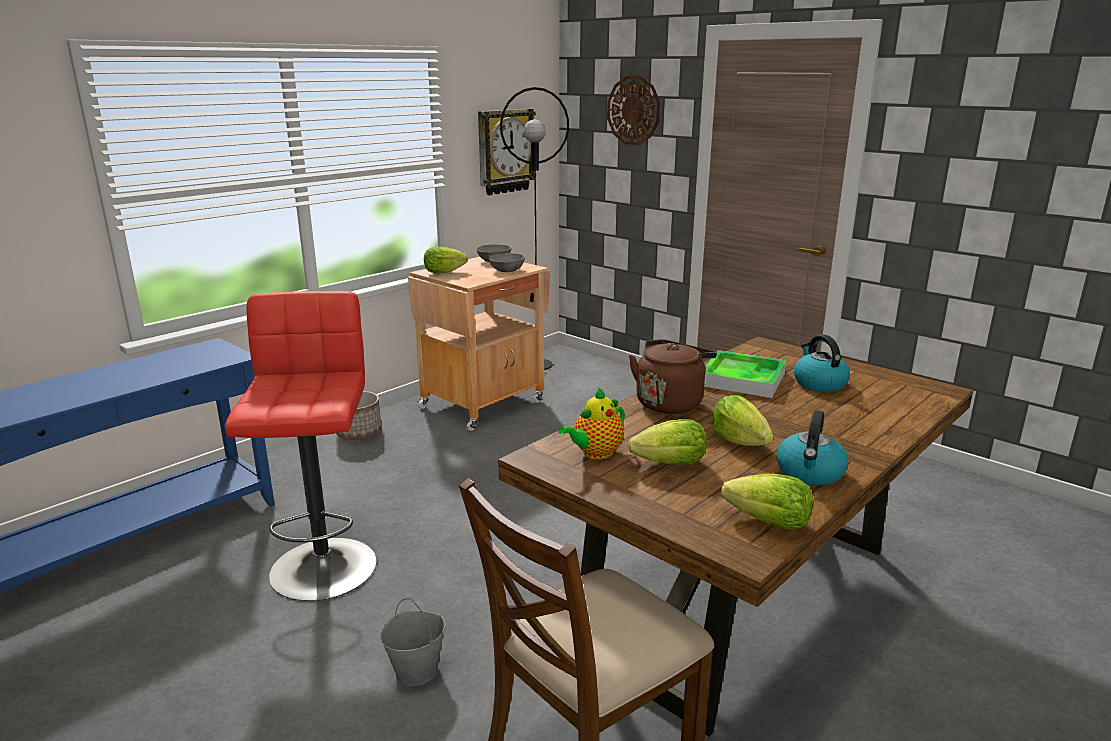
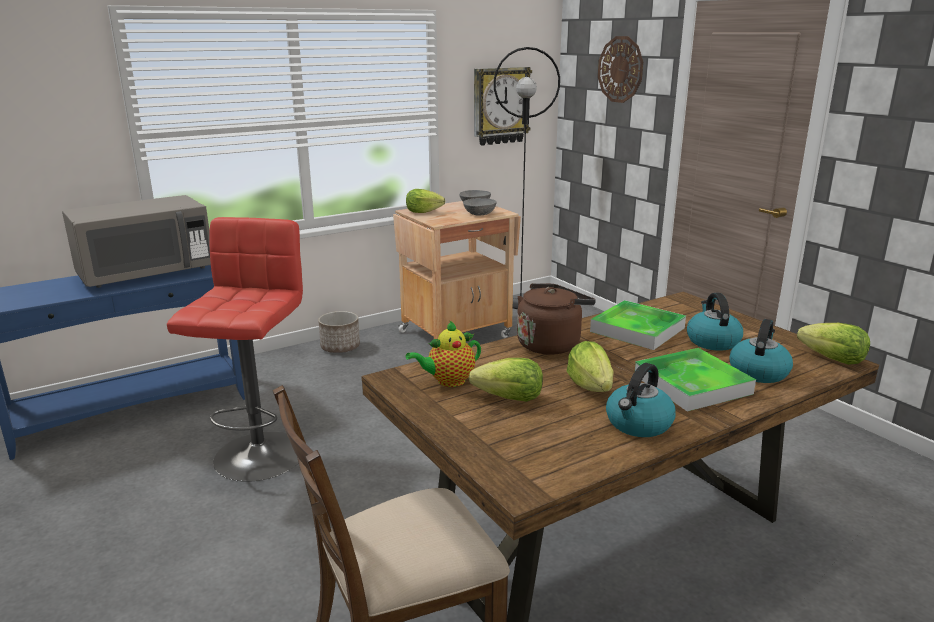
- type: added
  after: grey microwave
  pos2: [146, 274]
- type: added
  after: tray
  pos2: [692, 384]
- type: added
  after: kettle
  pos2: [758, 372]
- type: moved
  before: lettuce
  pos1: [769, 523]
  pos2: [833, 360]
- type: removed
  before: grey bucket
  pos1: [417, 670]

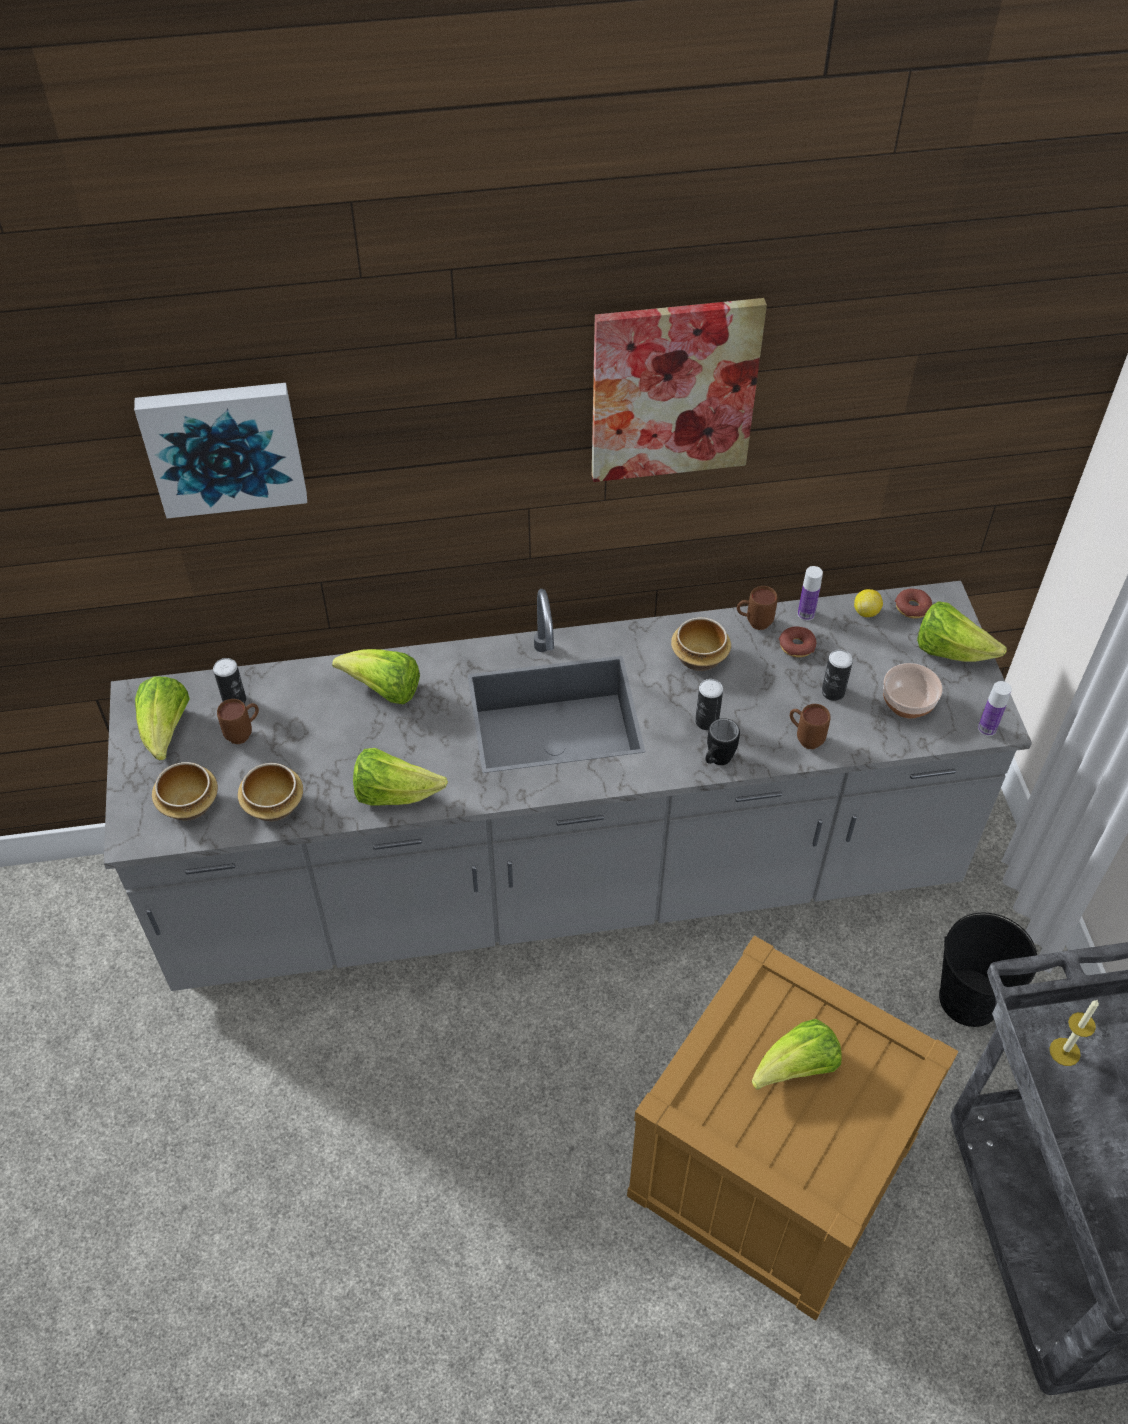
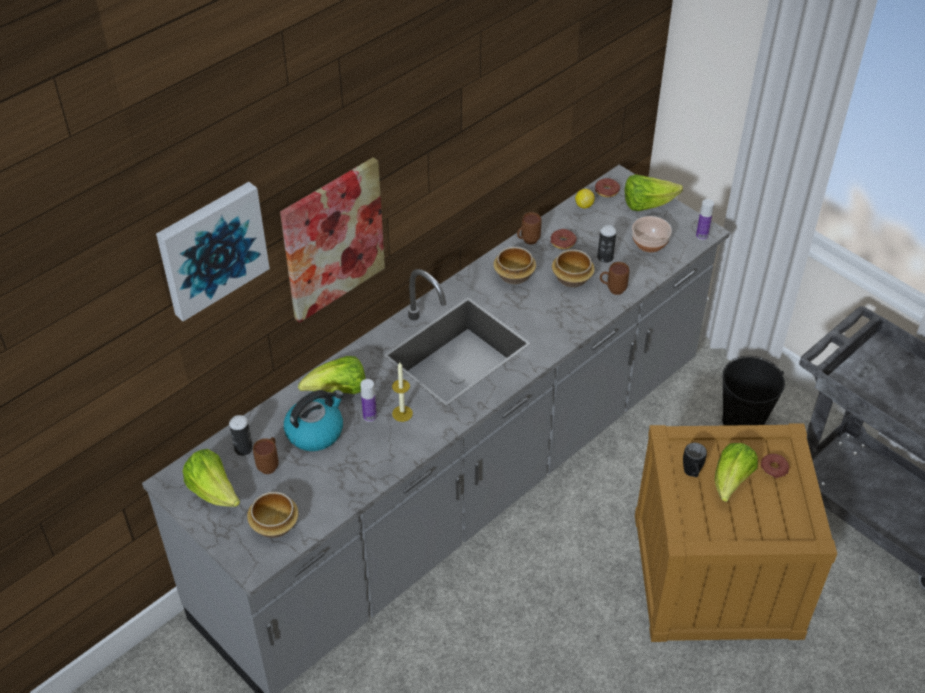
- type: moved
  before: picture
  pos1: [673, 390]
  pos2: [333, 239]
- type: added
  after: kettle
  pos2: [315, 432]
- type: moved
  before: bottle
  pos1: [806, 614]
  pos2: [369, 416]
- type: moved
  before: candle
  pos1: [1064, 1052]
  pos2: [402, 413]
- type: moved
  before: bowl
  pos1: [274, 804]
  pos2: [571, 278]
- type: moved
  before: black mug
  pos1: [716, 762]
  pos2: [692, 474]
- type: added
  after: donut
  pos2: [773, 468]
- type: removed
  before: lettuce
  pos1: [394, 794]
- type: removed
  before: can
  pos1: [706, 721]

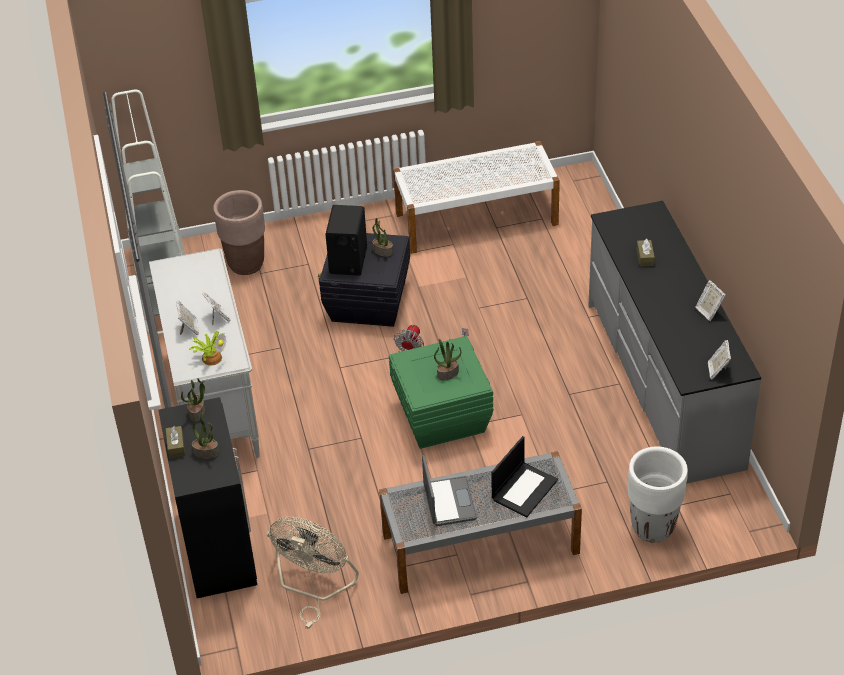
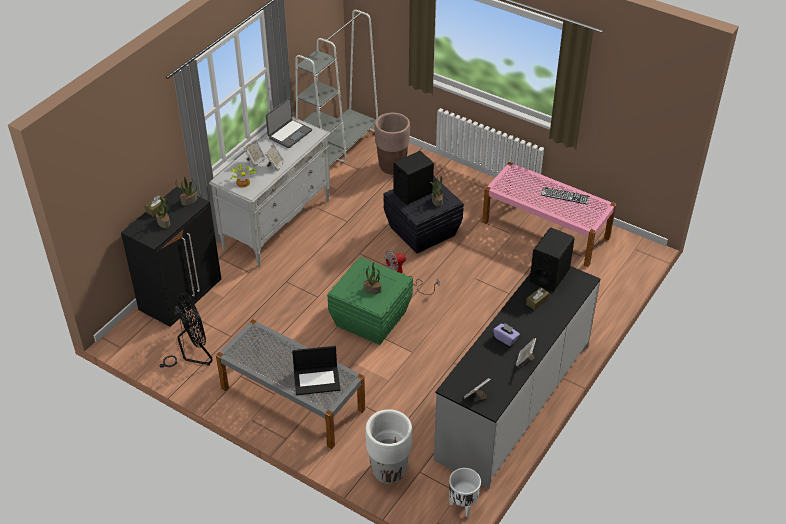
- type: recoloured
  before: beige fan
  after: black fan
  pos1: [311, 586]
  pos2: [190, 348]
- type: moved
  before: laptop
  pos1: [448, 502]
  pos2: [289, 134]
- type: added
  after: white planter
  pos2: [462, 505]
- type: recoloured
  before: white bench
  after: pink bench
  pos1: [476, 218]
  pos2: [546, 229]
- type: added
  after: purple tissue box
  pos2: [506, 338]
- type: added
  after: black speaker
  pos2: [549, 275]
- type: added
  after: keyboard
  pos2: [565, 196]

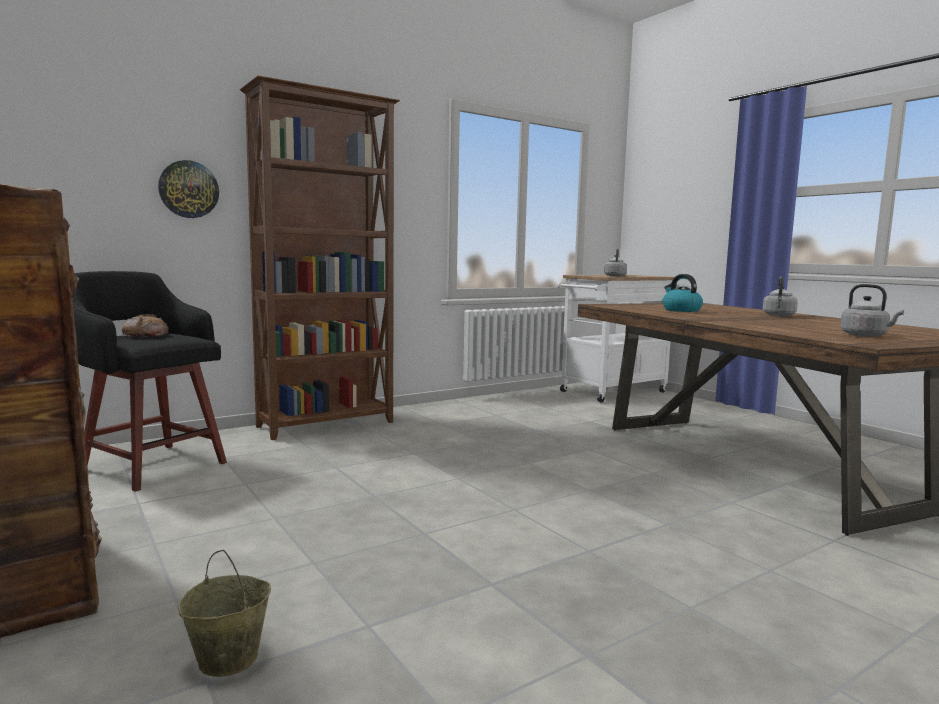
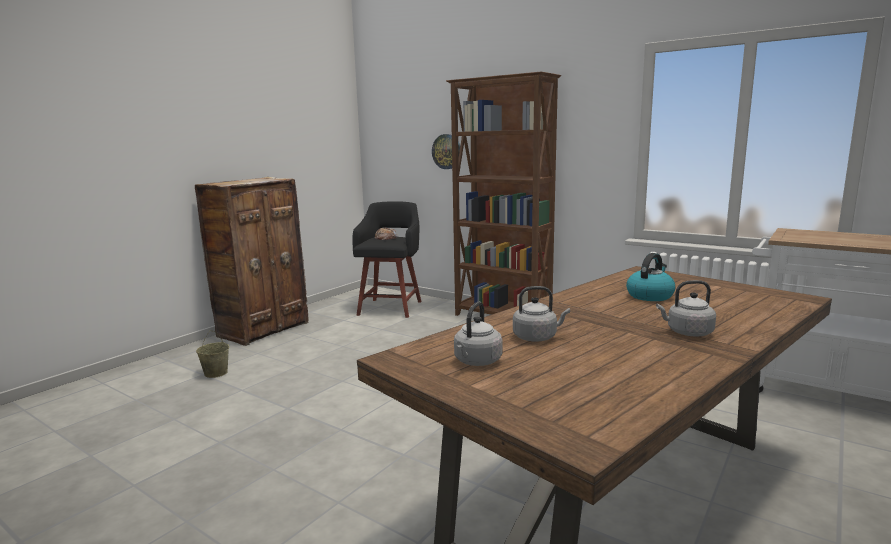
- type: moved
  before: grey kettle
  pos1: [615, 276]
  pos2: [537, 337]

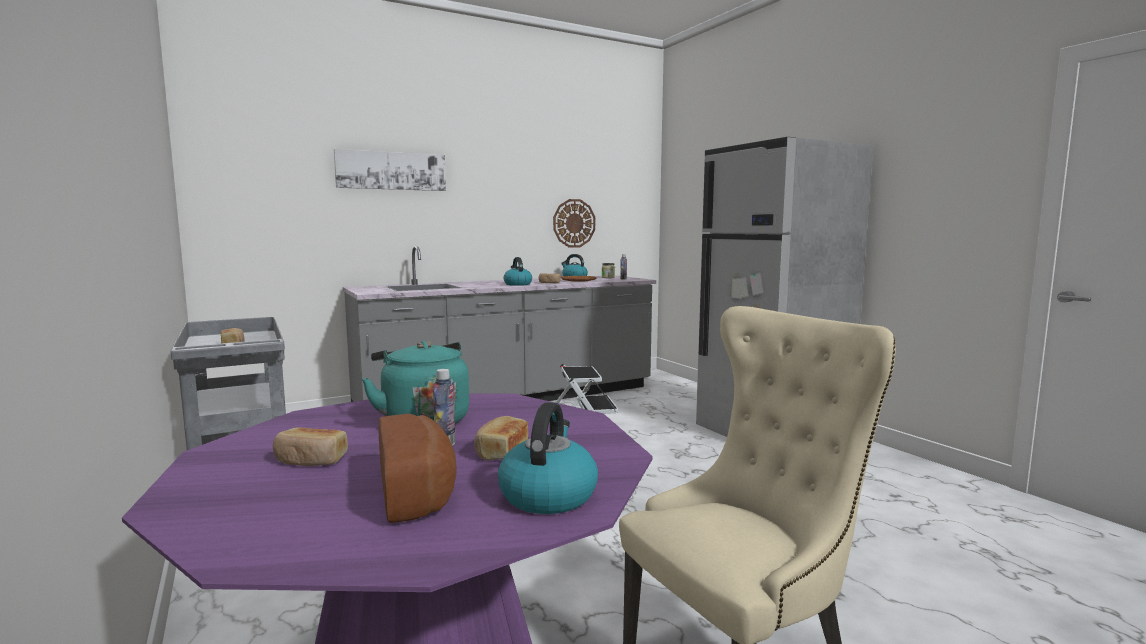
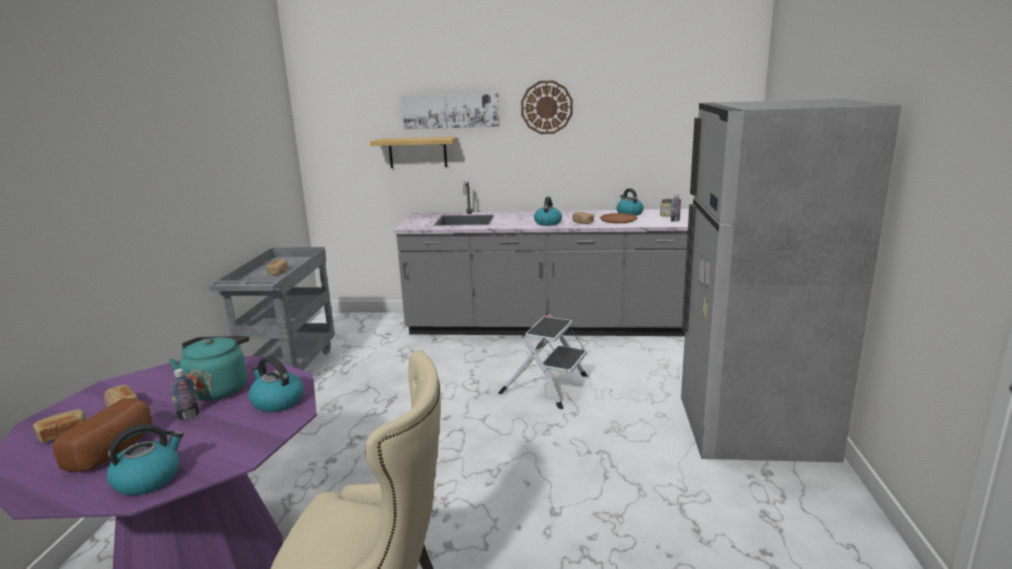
- type: moved
  before: bread
  pos1: [500, 451]
  pos2: [63, 433]
- type: added
  after: kettle
  pos2: [277, 402]
- type: added
  after: shelf
  pos2: [417, 152]
- type: moved
  before: wall clock
  pos1: [574, 223]
  pos2: [546, 107]

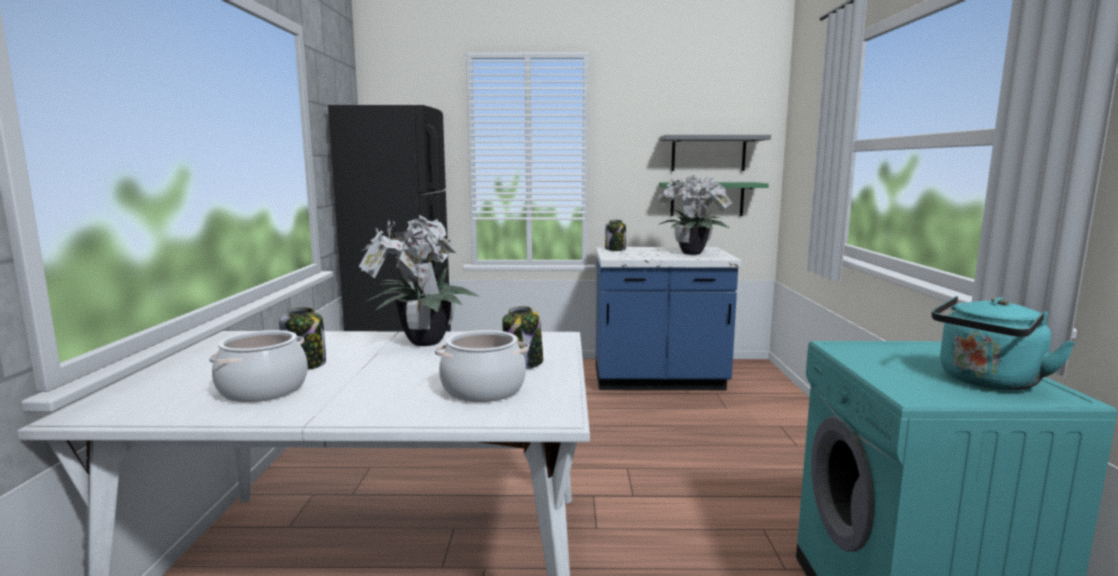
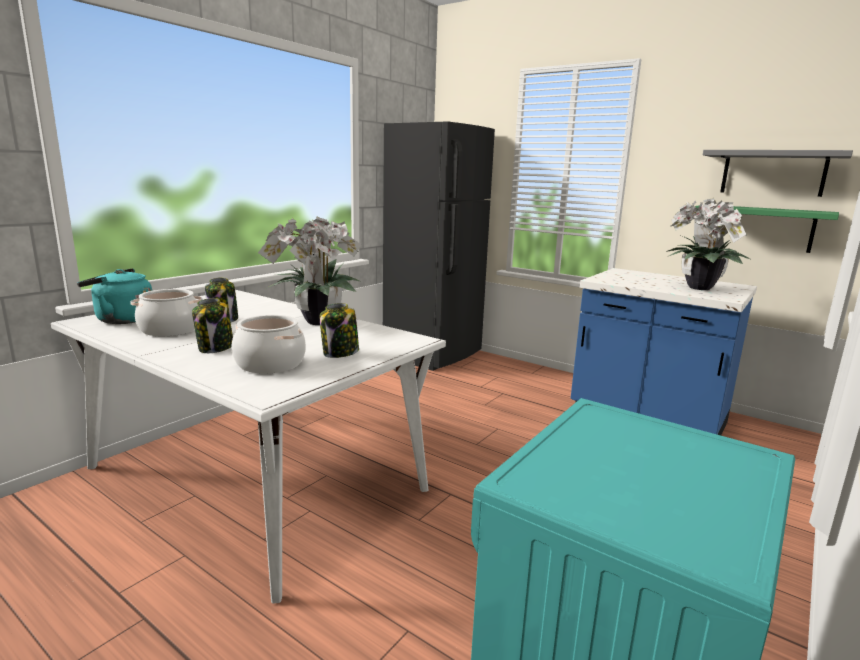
- type: moved
  before: turquoise kettle
  pos1: [986, 382]
  pos2: [121, 320]
- type: moved
  before: jar
  pos1: [615, 249]
  pos2: [215, 348]

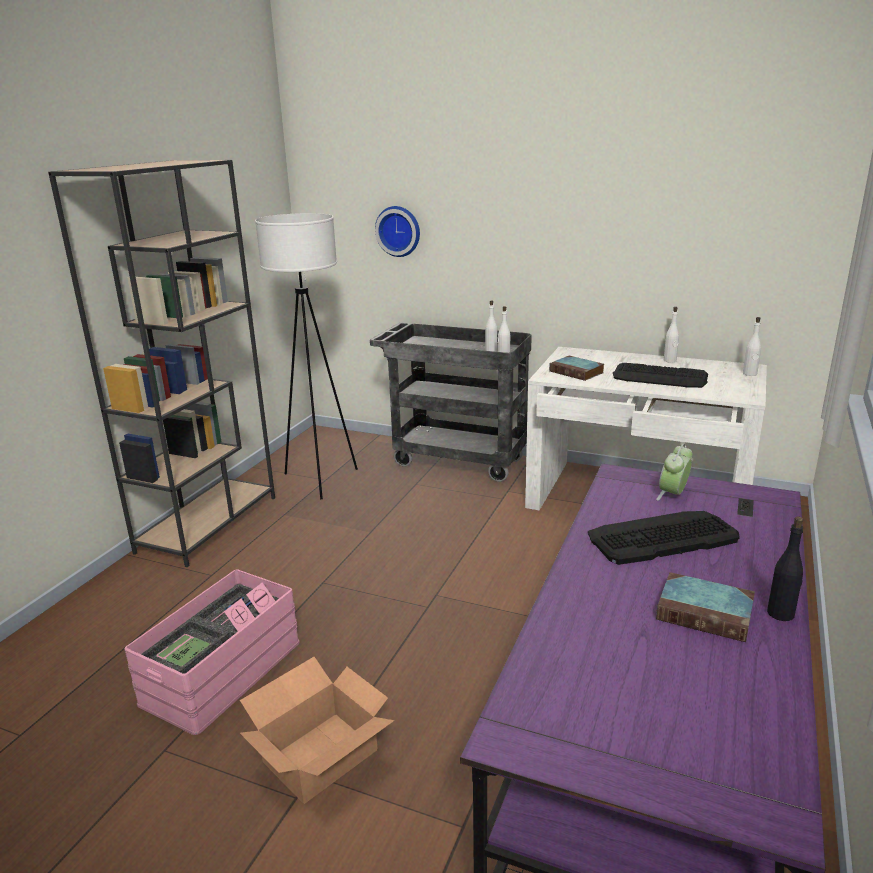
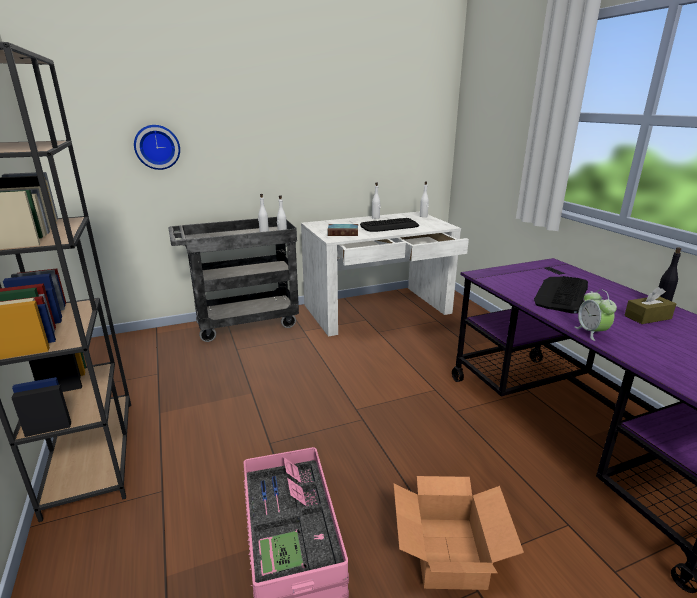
- type: moved
  before: alarm clock
  pos1: [672, 495]
  pos2: [591, 332]
- type: replaced
  before: book
  after: brown tissue box
  pos1: [707, 613]
  pos2: [647, 317]
- type: removed
  before: white floor lamp
  pos1: [320, 480]

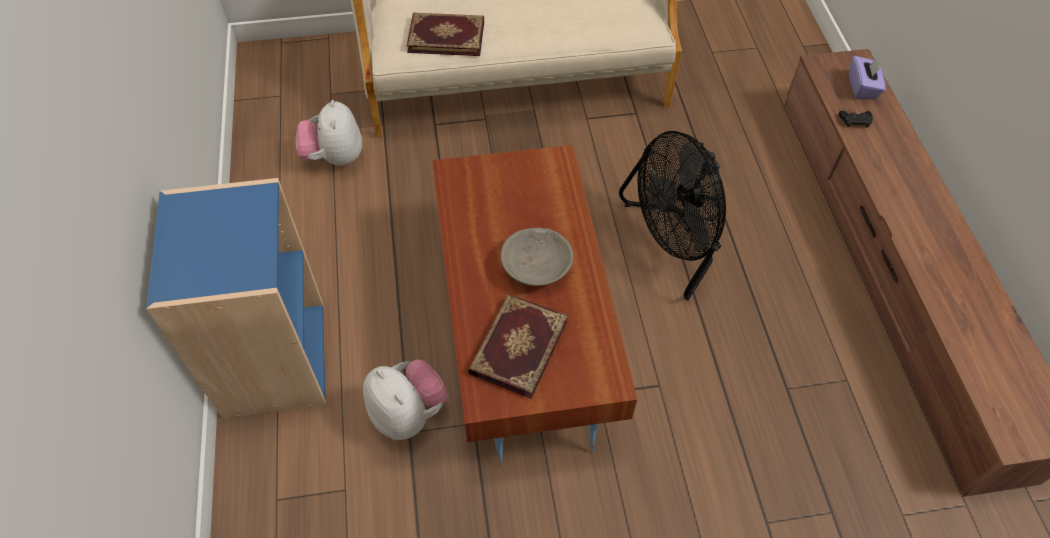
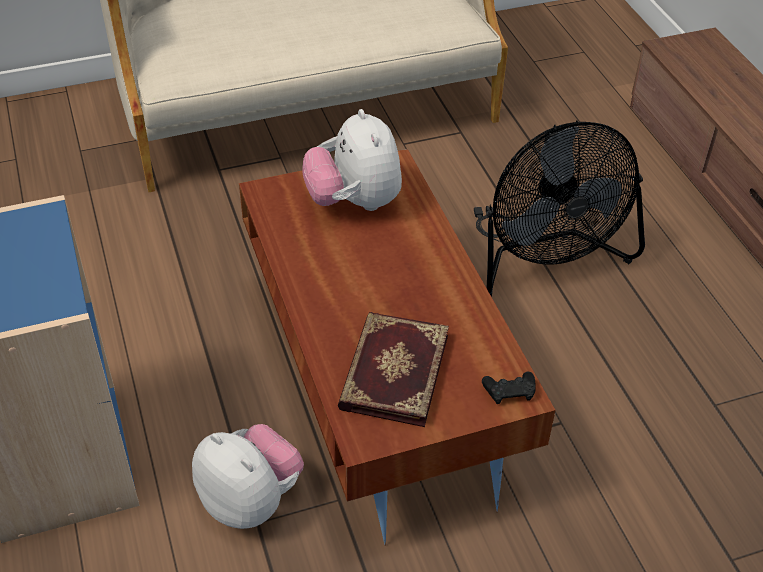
- type: moved
  before: plush toy
  pos1: [334, 157]
  pos2: [354, 202]
- type: turned
  before: black fan
  pos1: [676, 238]
  pos2: [540, 258]
  turn: -75
- type: moved
  before: black game controller
  pos1: [855, 121]
  pos2: [509, 391]
- type: removed
  before: book
  pos1: [446, 36]
- type: removed
  before: grey bowl
  pos1: [536, 267]
- type: removed
  before: purple tissue box
  pos1: [862, 87]

